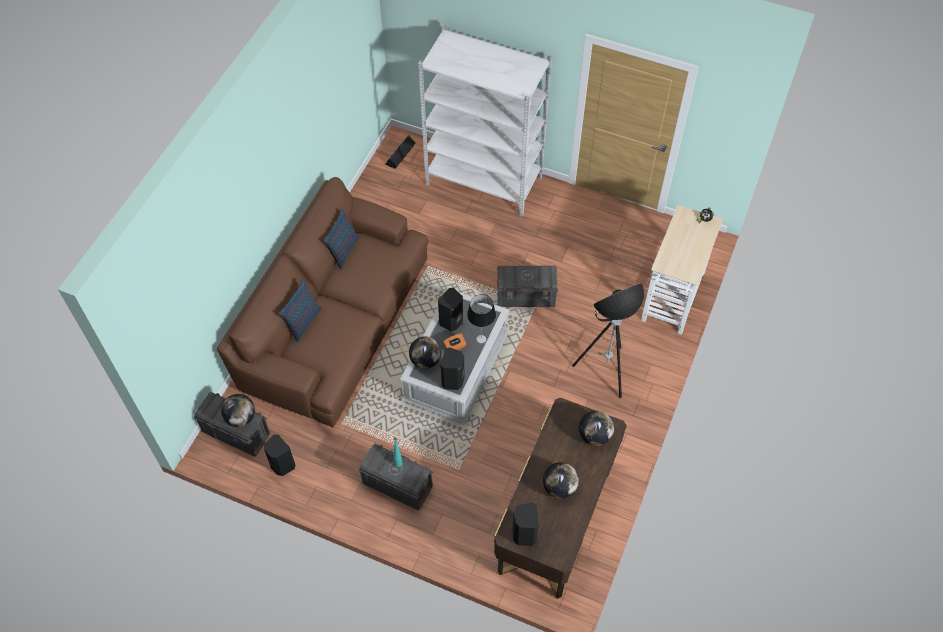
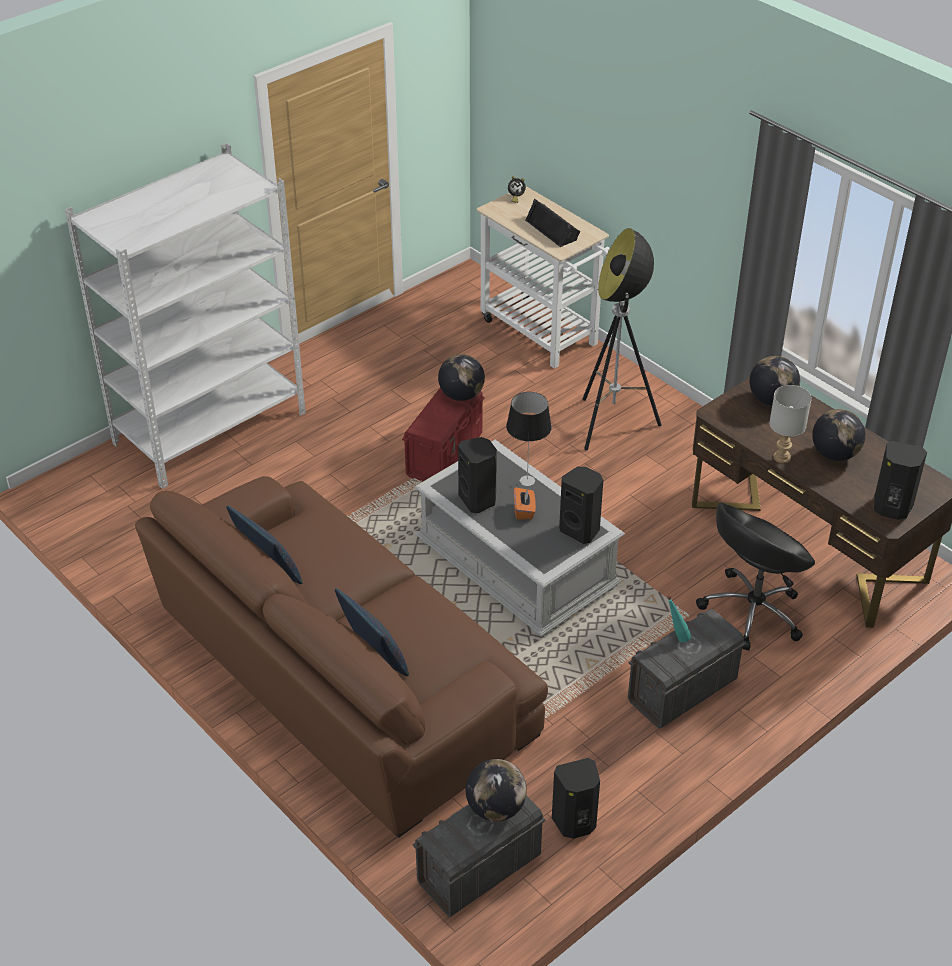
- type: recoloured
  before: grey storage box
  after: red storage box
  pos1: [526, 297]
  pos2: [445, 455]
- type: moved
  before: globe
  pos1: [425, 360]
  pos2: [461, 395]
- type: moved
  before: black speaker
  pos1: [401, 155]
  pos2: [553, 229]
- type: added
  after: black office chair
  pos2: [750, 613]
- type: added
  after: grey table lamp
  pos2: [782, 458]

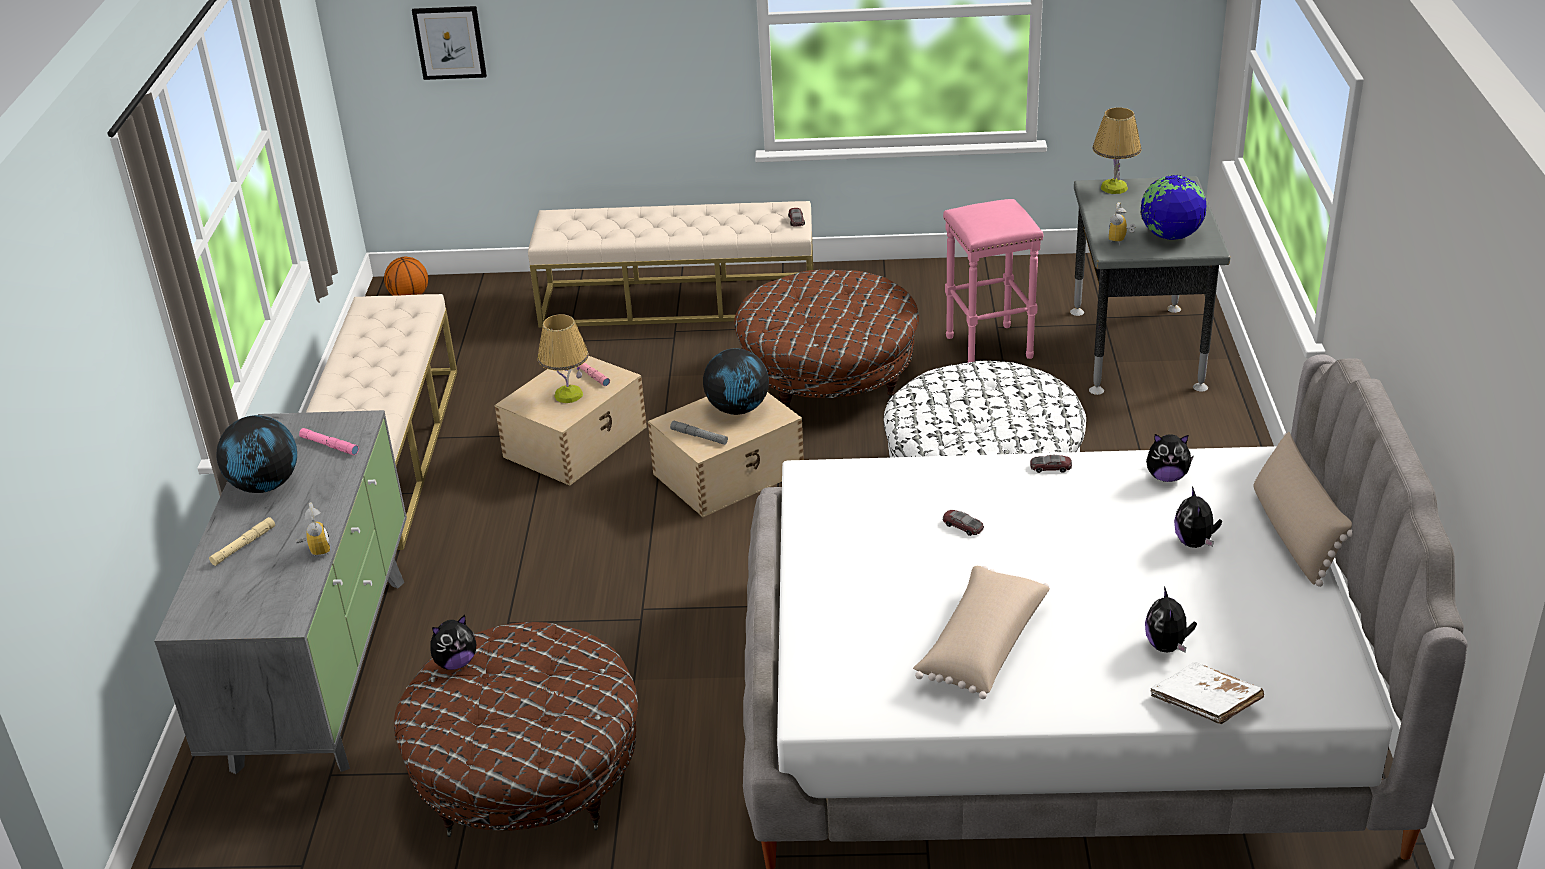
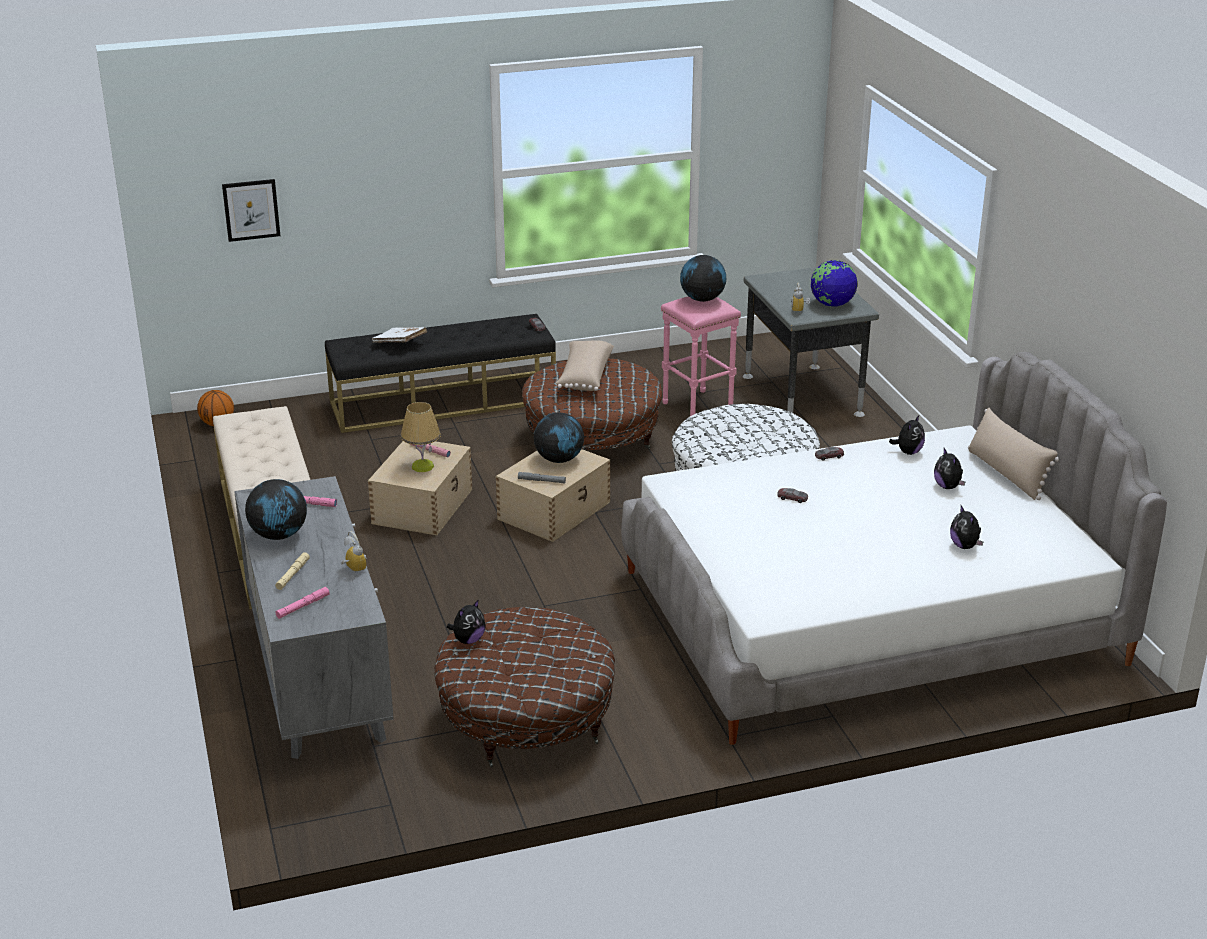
- type: added
  after: pink flashlight
  pos2: [303, 606]
- type: recoloured
  before: beige bench
  after: black bench
  pos1: [678, 301]
  pos2: [443, 402]
- type: moved
  before: white book
  pos1: [1205, 705]
  pos2: [400, 343]
- type: moved
  before: beige pillow
  pos1: [980, 646]
  pos2: [584, 376]
- type: added
  after: globe
  pos2: [702, 299]
- type: turned
  before: plush toy
  pos1: [1166, 477]
  pos2: [908, 452]
  turn: -45
- type: removed
  before: table lamp
  pos1: [1114, 187]

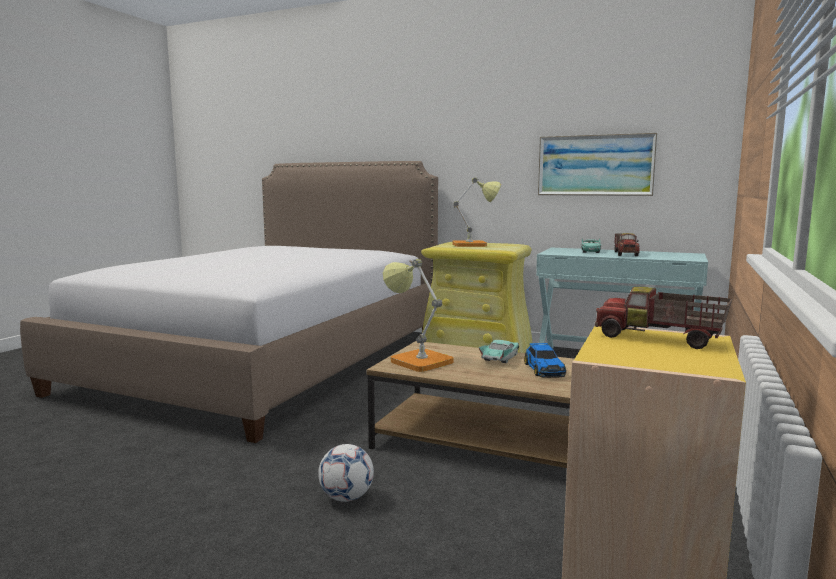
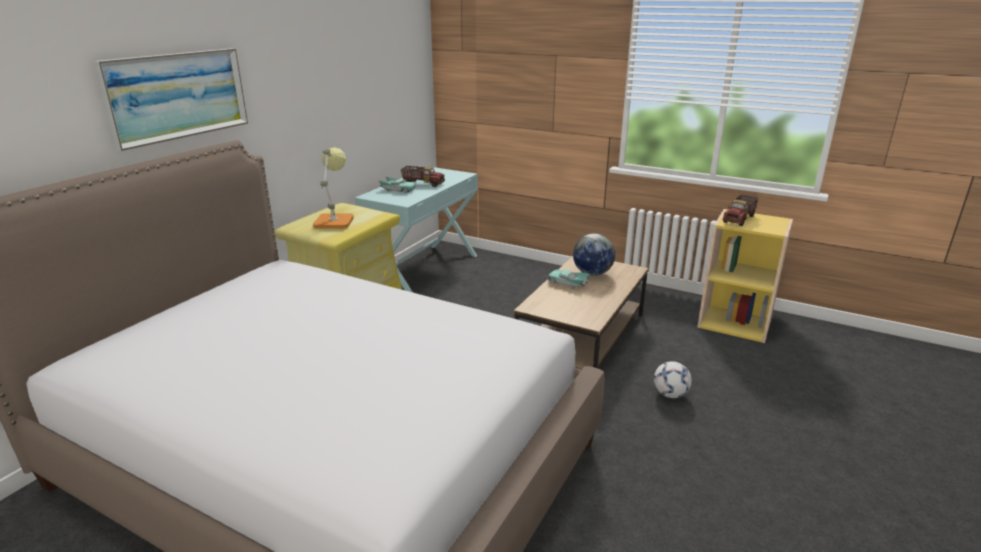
- type: moved
  before: picture
  pos1: [595, 165]
  pos2: [178, 95]
- type: replaced
  before: toy car
  after: globe
  pos1: [544, 369]
  pos2: [592, 273]
- type: removed
  before: table lamp
  pos1: [416, 360]

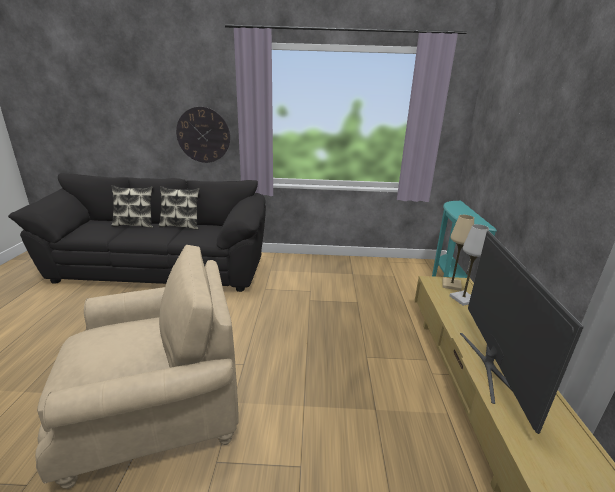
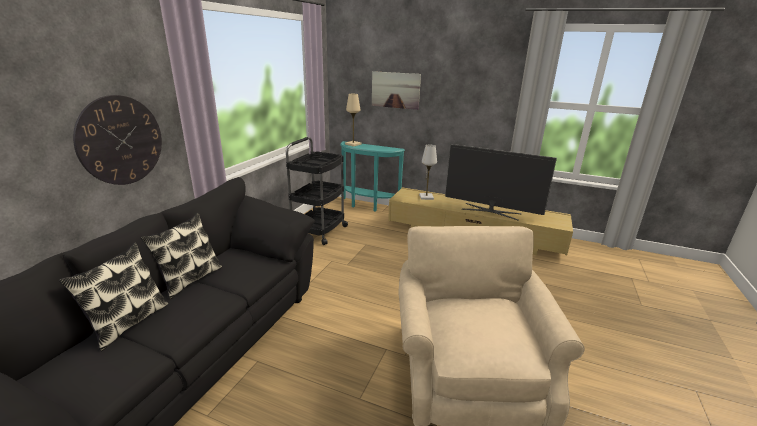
- type: added
  after: black cart
  pos2: [319, 231]
- type: moved
  before: beige table lamp
  pos1: [451, 285]
  pos2: [353, 144]
- type: added
  after: picture
  pos2: [395, 90]

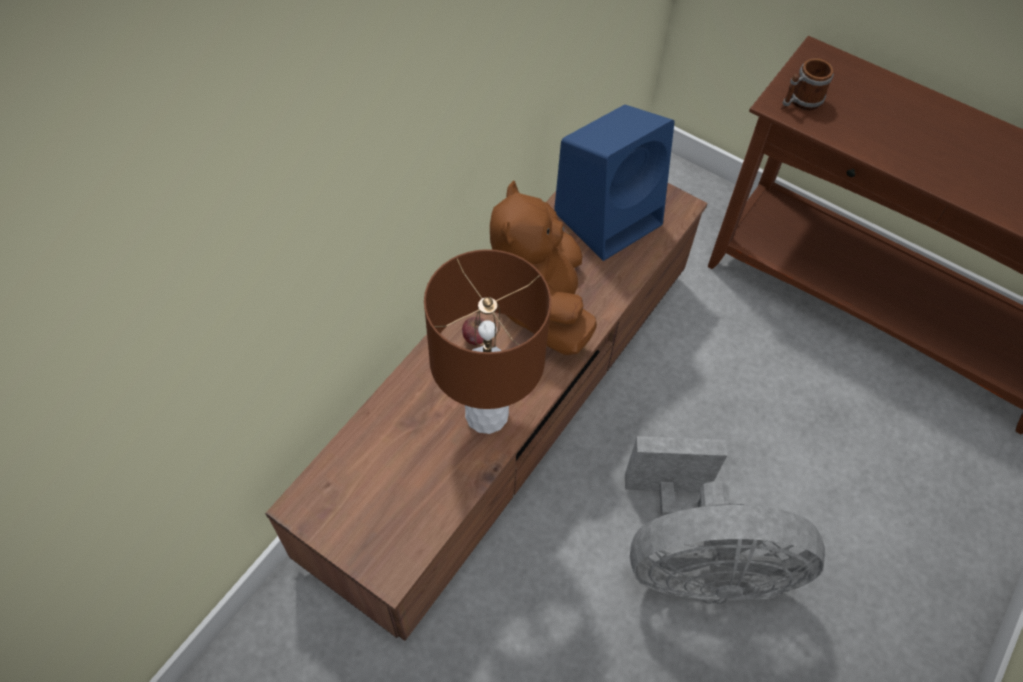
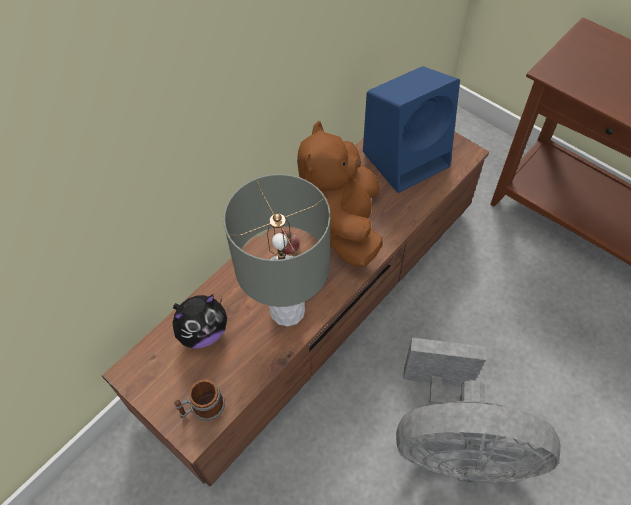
- type: added
  after: plush toy
  pos2: [203, 332]
- type: moved
  before: mug
  pos1: [800, 102]
  pos2: [203, 409]
- type: recoloured
  before: brown table lamp
  after: grey table lamp
  pos1: [486, 414]
  pos2: [287, 310]

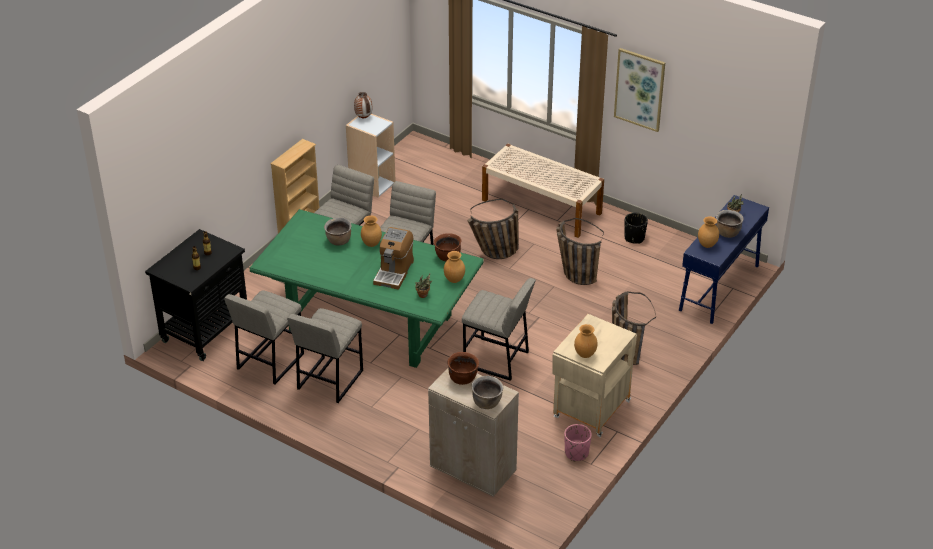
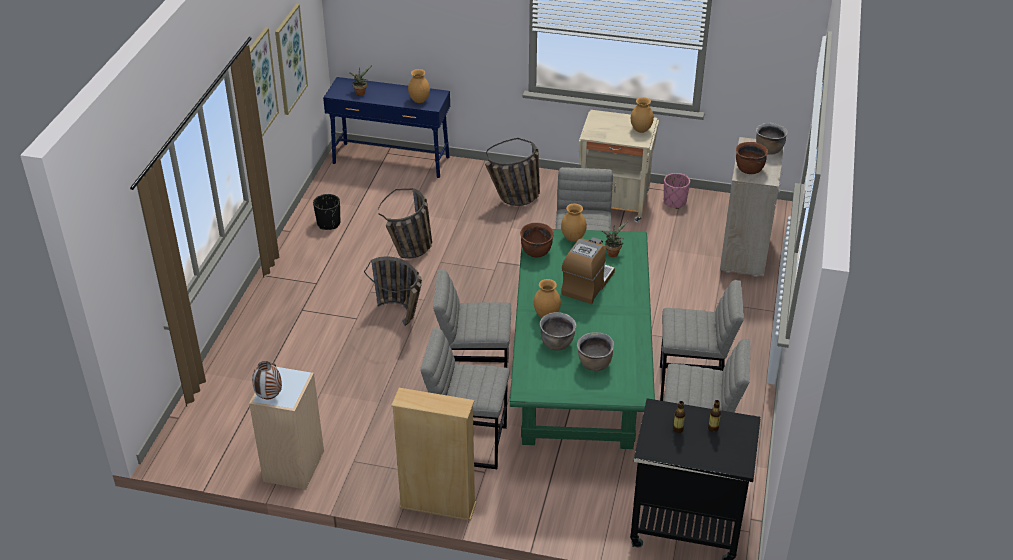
- type: added
  after: picture
  pos2: [290, 59]
- type: turned
  before: coffee machine
  pos1: [394, 272]
  pos2: [587, 284]
  turn: -60
- type: moved
  before: brown cooking pot
  pos1: [727, 233]
  pos2: [594, 364]
- type: removed
  before: beige bench
  pos1: [542, 206]

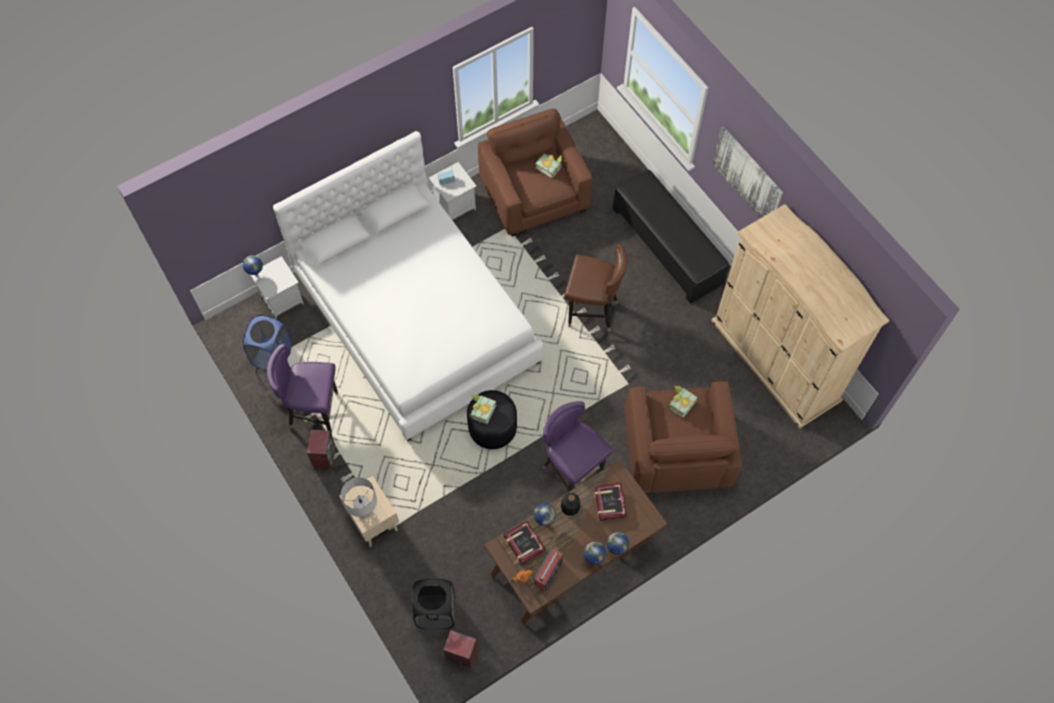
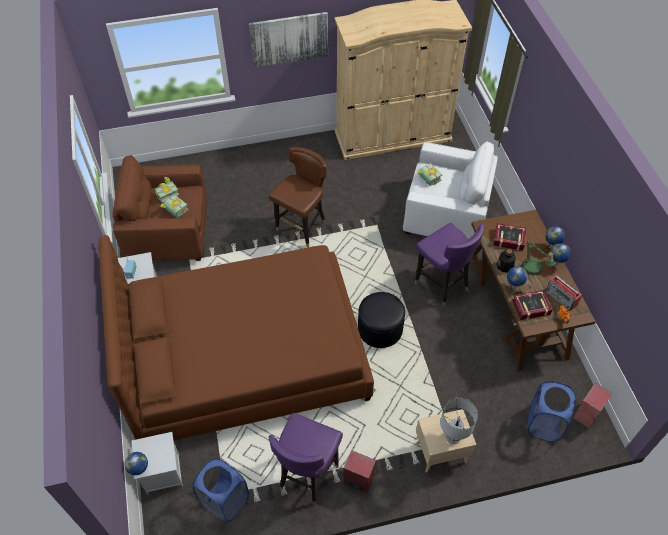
- type: recoloured
  before: white bed
  after: brown bed
  pos1: [417, 318]
  pos2: [245, 356]
- type: moved
  before: book
  pos1: [481, 411]
  pos2: [174, 211]
- type: recoloured
  before: brown armchair
  after: white armchair
  pos1: [676, 450]
  pos2: [445, 214]
- type: turned
  before: purple chair
  pos1: [572, 472]
  pos2: [441, 285]
  turn: -105
- type: added
  after: table lamp
  pos2: [533, 270]
- type: recoloured
  before: black laundry basket
  after: blue laundry basket
  pos1: [436, 612]
  pos2: [543, 424]
- type: removed
  before: black bench
  pos1: [668, 246]

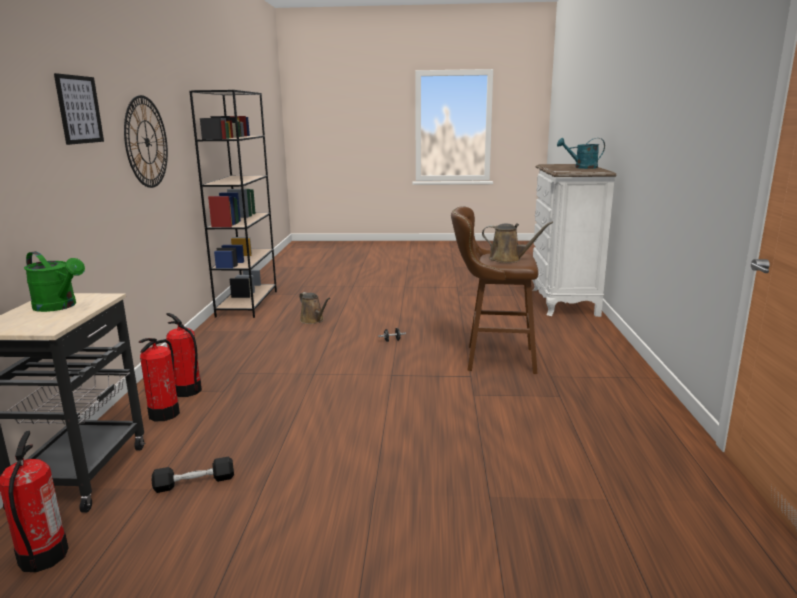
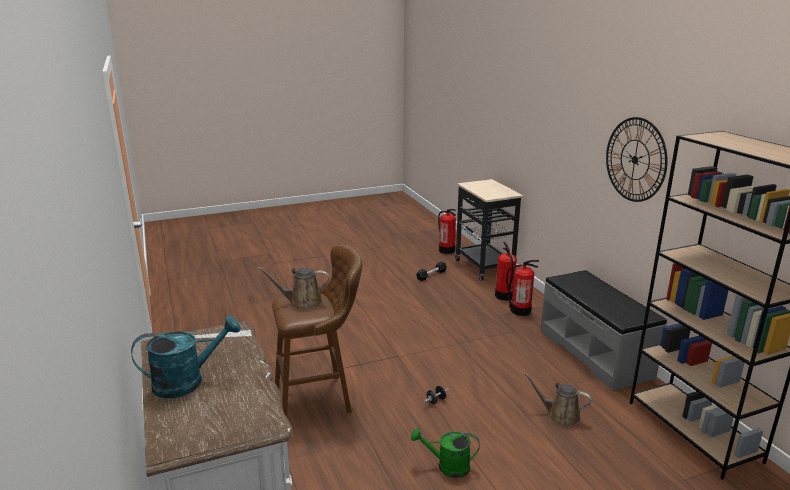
- type: moved
  before: green watering can
  pos1: [59, 306]
  pos2: [447, 466]
- type: added
  after: grey bench
  pos2: [595, 353]
- type: removed
  before: picture
  pos1: [79, 109]

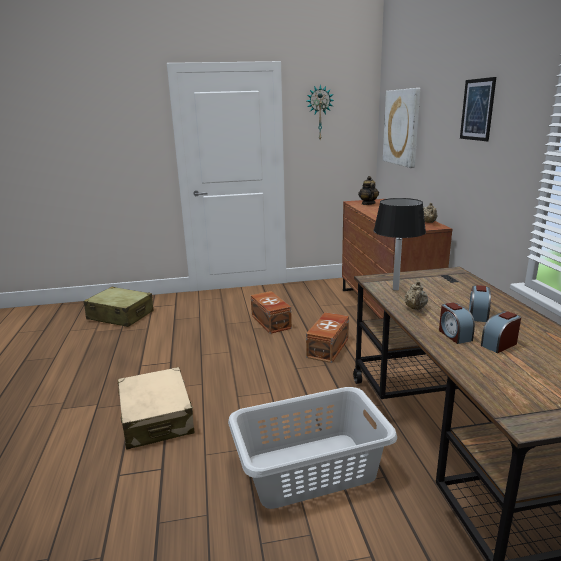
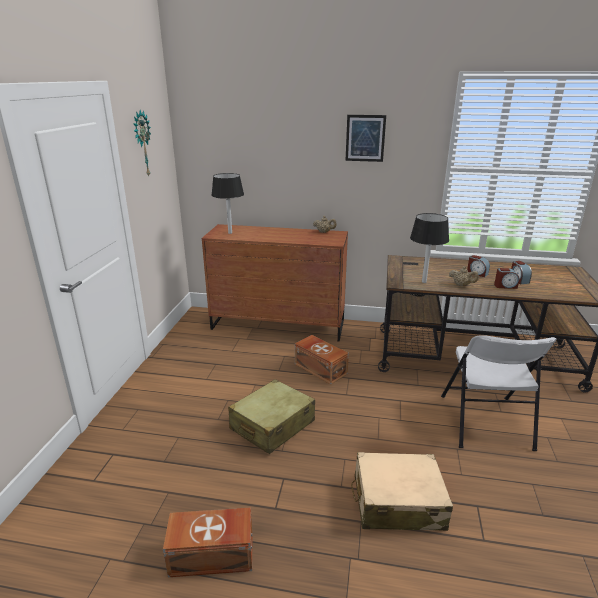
- type: moved
  before: brown storage box
  pos1: [270, 322]
  pos2: [213, 556]
- type: replaced
  before: teapot
  after: black table lamp
  pos1: [368, 204]
  pos2: [230, 233]
- type: moved
  before: beige suitcase
  pos1: [120, 315]
  pos2: [272, 425]
- type: replaced
  before: grey laundry basket
  after: white chair
  pos1: [309, 468]
  pos2: [484, 422]
- type: removed
  before: picture
  pos1: [402, 127]

